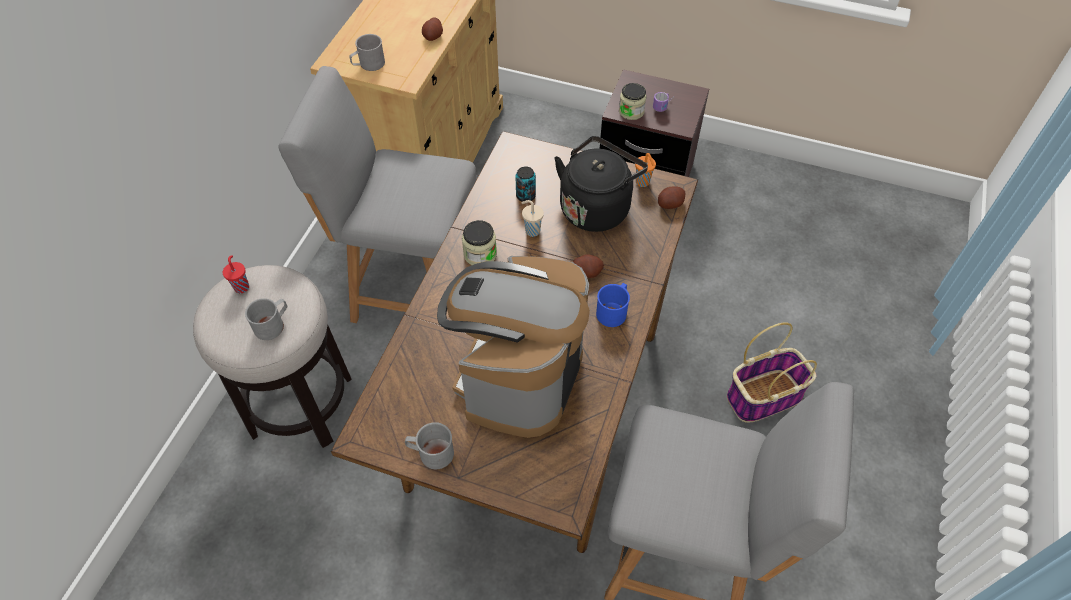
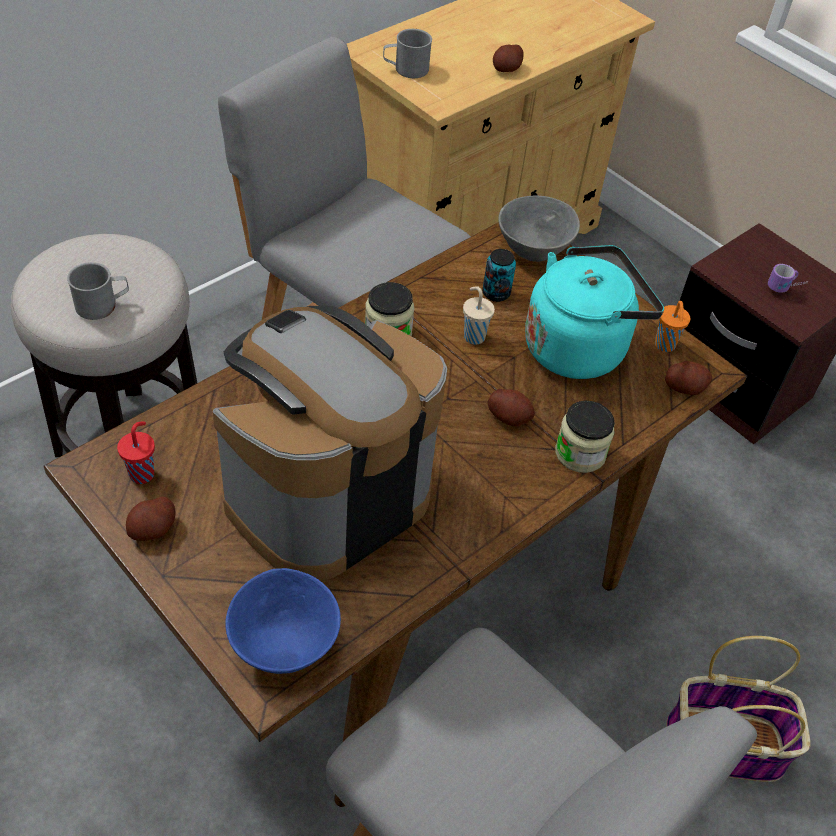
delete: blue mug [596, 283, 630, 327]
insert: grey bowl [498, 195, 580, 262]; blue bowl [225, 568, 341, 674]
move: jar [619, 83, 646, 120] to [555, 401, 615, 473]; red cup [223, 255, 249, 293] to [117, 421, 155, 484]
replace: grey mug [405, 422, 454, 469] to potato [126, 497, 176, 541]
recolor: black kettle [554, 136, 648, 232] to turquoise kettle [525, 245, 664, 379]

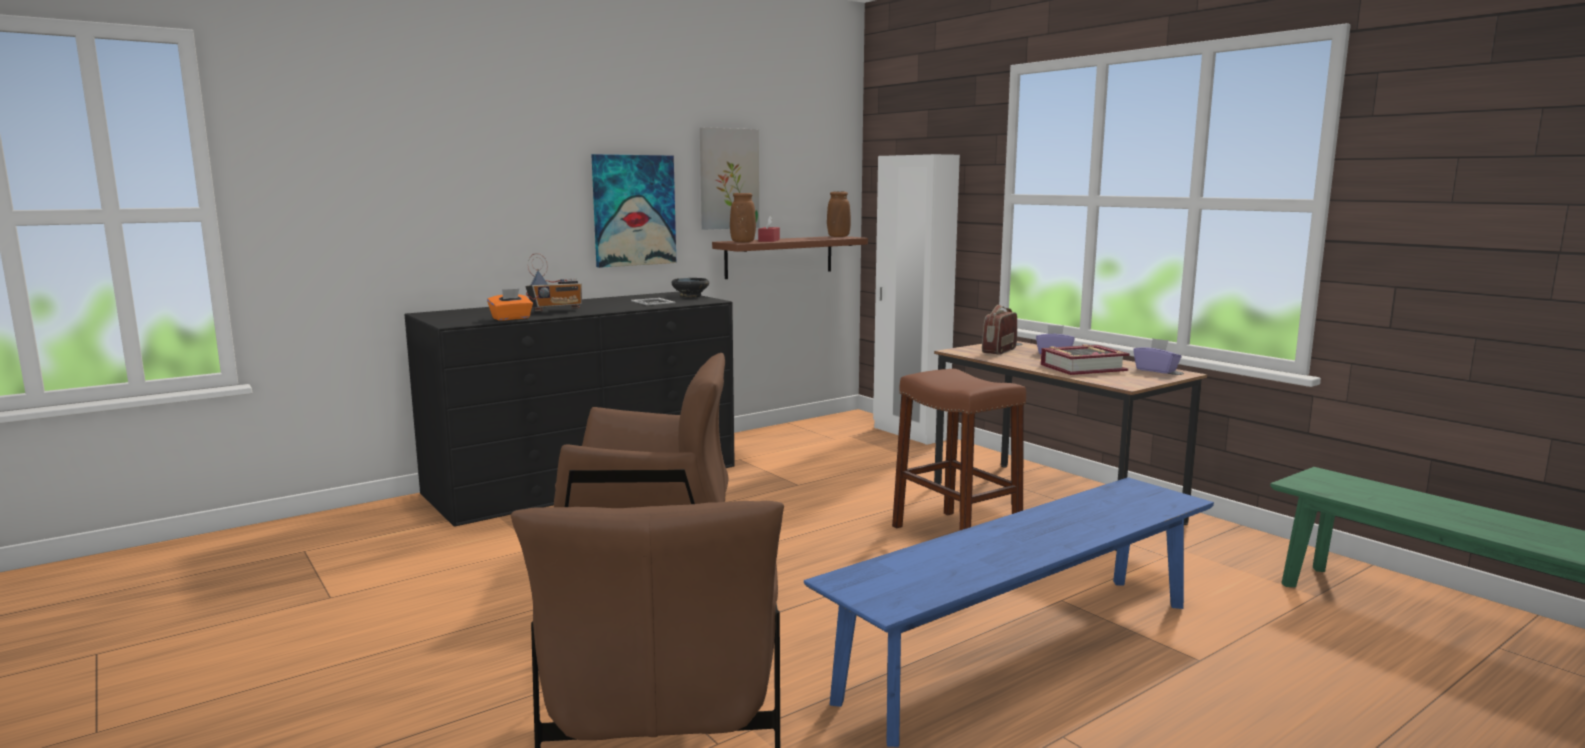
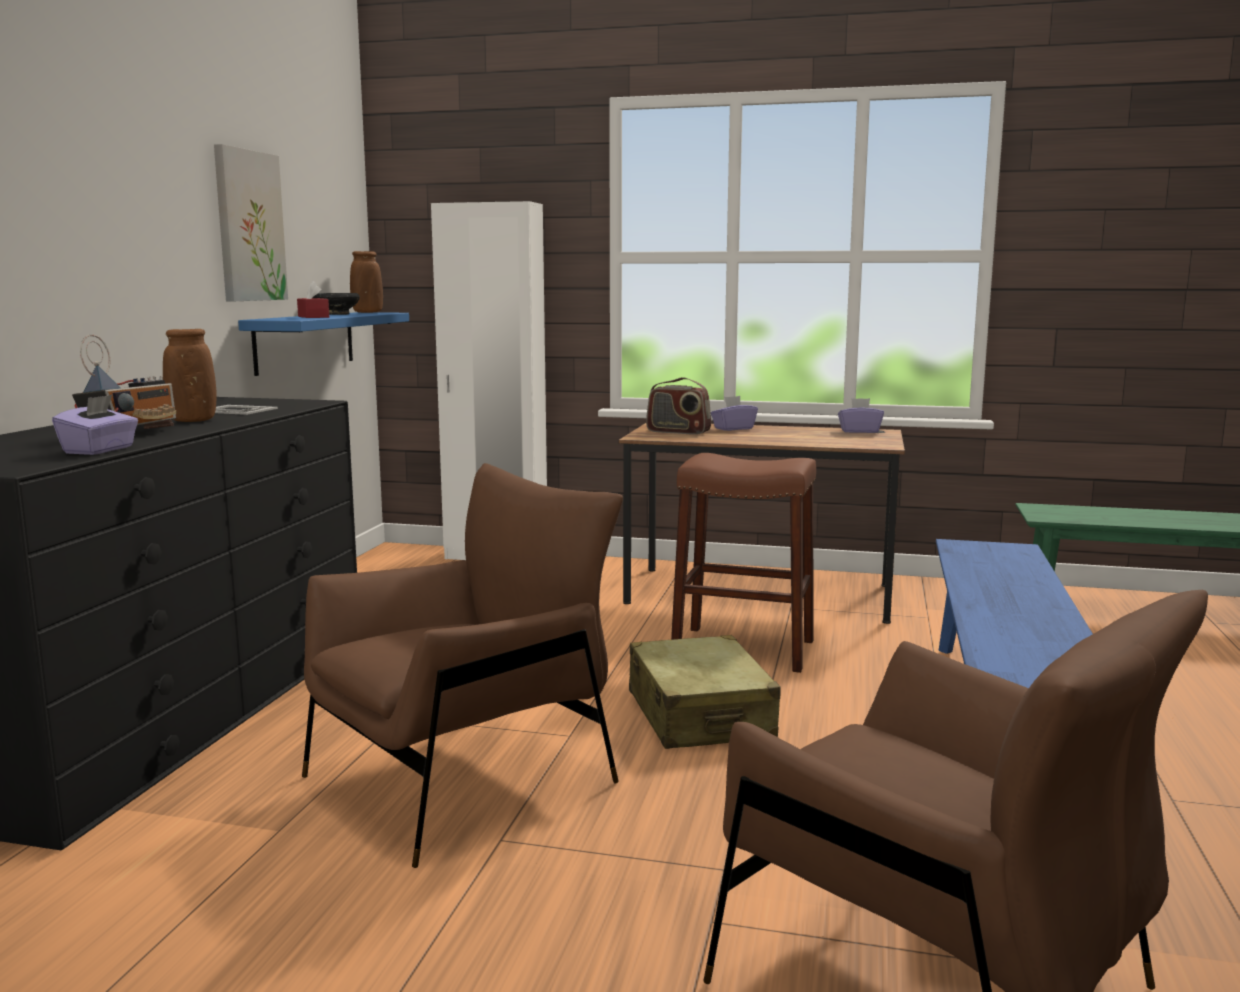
delete: picture [591, 154, 676, 268]; book [1041, 344, 1129, 375]
insert: beige suitcase [629, 635, 781, 749]
move: brown vase [730, 193, 756, 242] to [163, 329, 217, 422]; black bowl [672, 278, 709, 298] to [313, 293, 360, 315]
recolor: brown shelf [712, 236, 868, 279] to blue shelf [238, 312, 409, 376]; orange tissue box [487, 289, 533, 321] to purple tissue box [52, 395, 138, 455]
rotate: radio [982, 305, 1017, 355] = [646, 377, 711, 435] 60 degrees counterclockwise

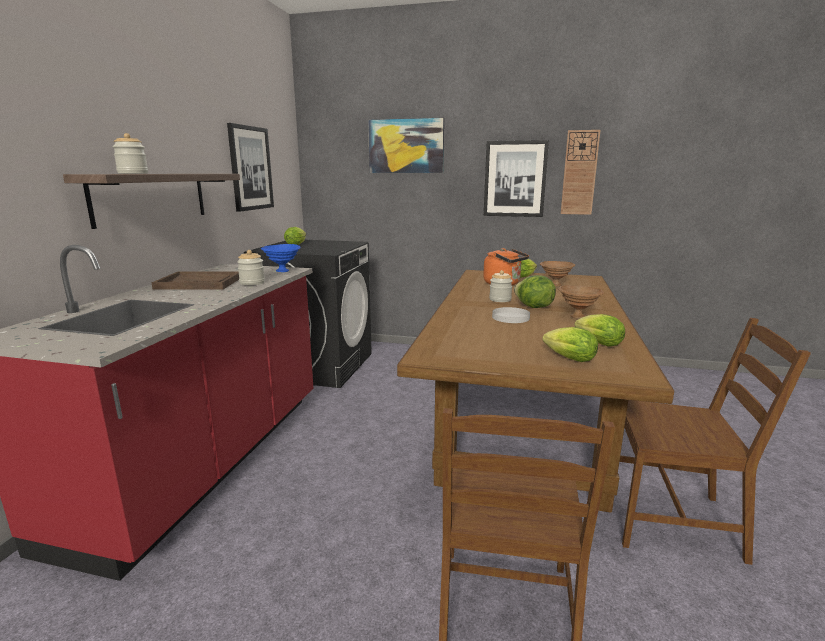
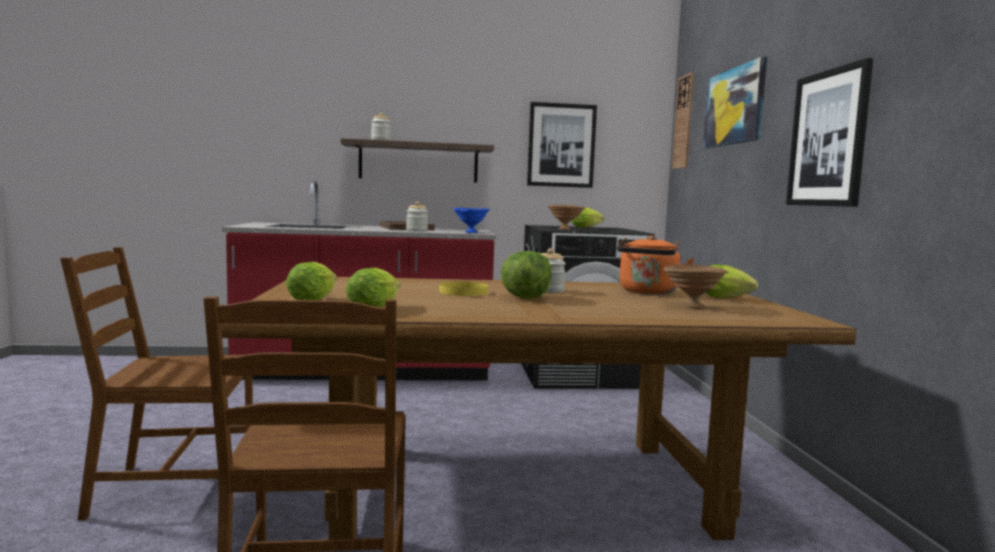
move: wall clock [561, 130, 600, 215] to [672, 72, 694, 169]; brown bowl [558, 285, 604, 318] to [547, 205, 586, 230]
recolor: white plate [492, 307, 530, 323] to yellow plate [439, 281, 488, 296]

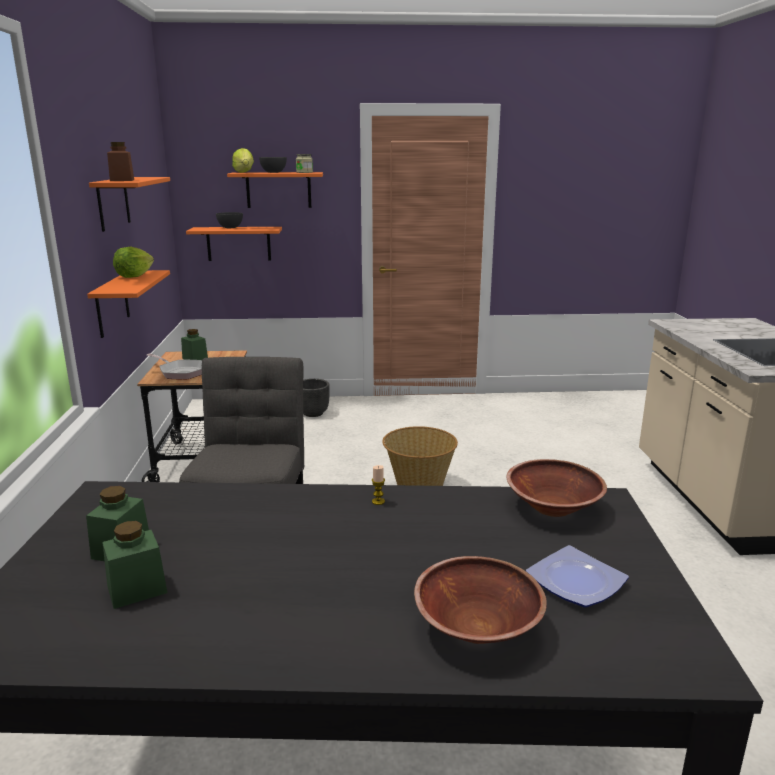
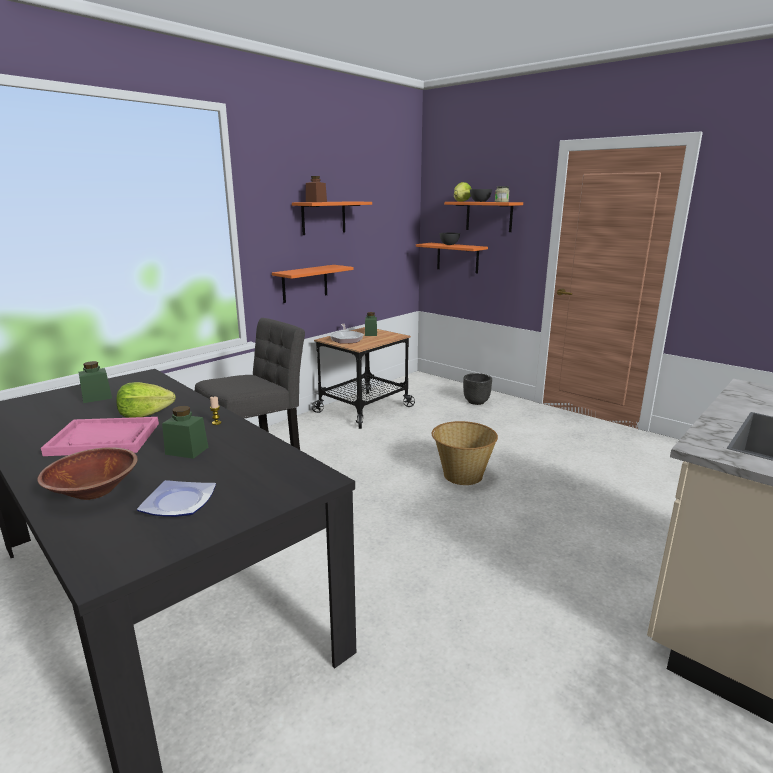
delete: brown bowl [506, 459, 607, 517]
insert: pink tray [41, 417, 159, 456]
move: lettuce [113, 246, 154, 278] to [116, 382, 176, 418]; green jar [102, 521, 168, 609] to [162, 406, 208, 459]

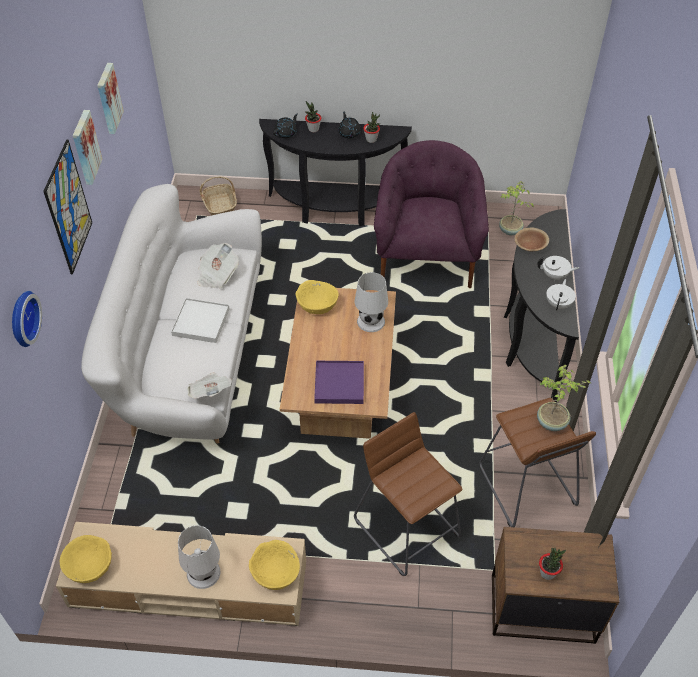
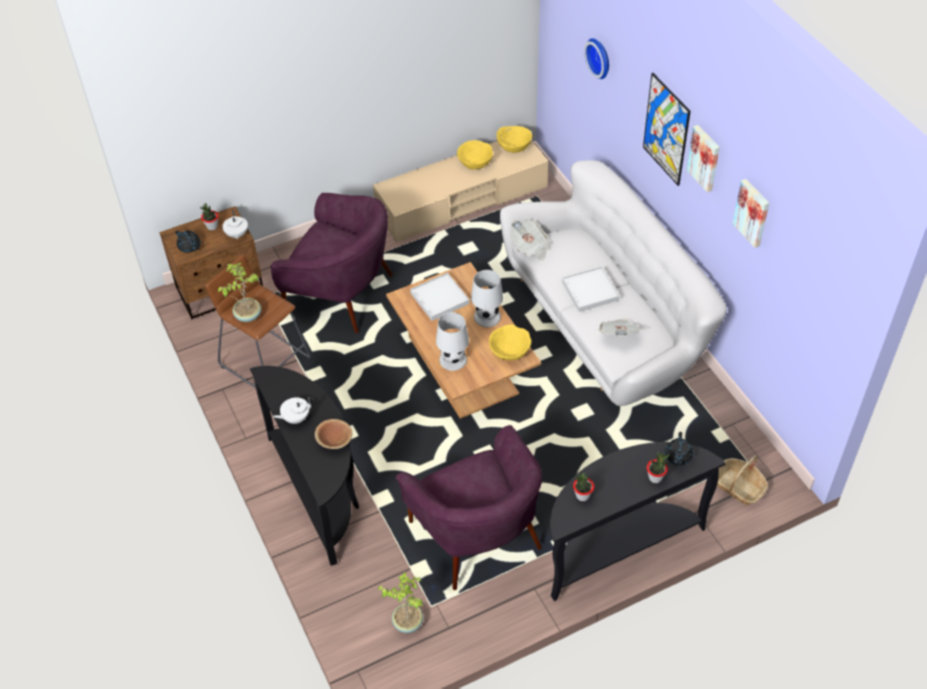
move: black teapot [338, 111, 361, 138] to [175, 230, 201, 253]; white teapot [546, 279, 576, 311] to [222, 210, 248, 240]; white table lamp [178, 525, 220, 589] to [471, 270, 503, 327]; yellow bowl [249, 540, 300, 590] to [457, 140, 493, 169]
replace: brown stool [354, 412, 463, 576] to purple armchair [270, 193, 393, 333]
recolor: purple tray [314, 361, 364, 404] to white tray [410, 272, 469, 321]

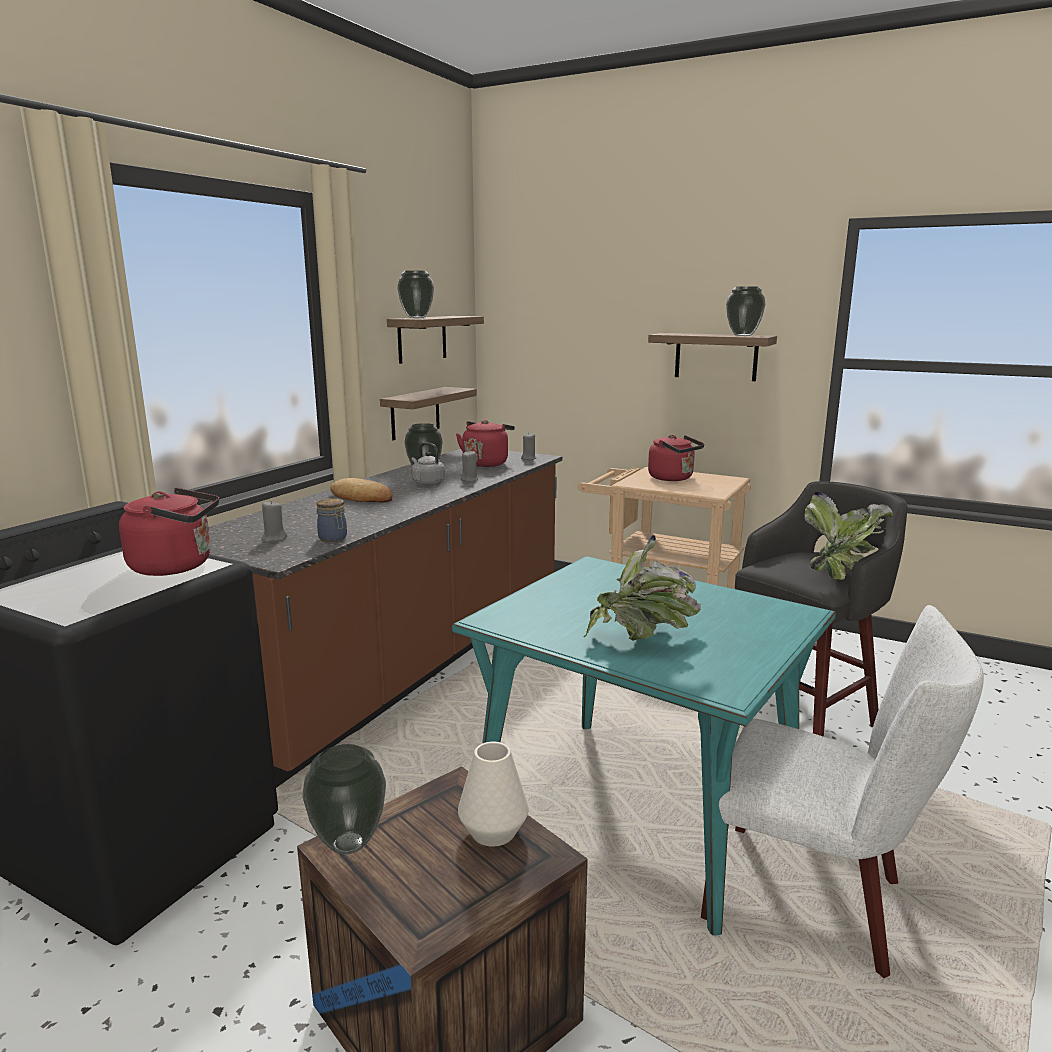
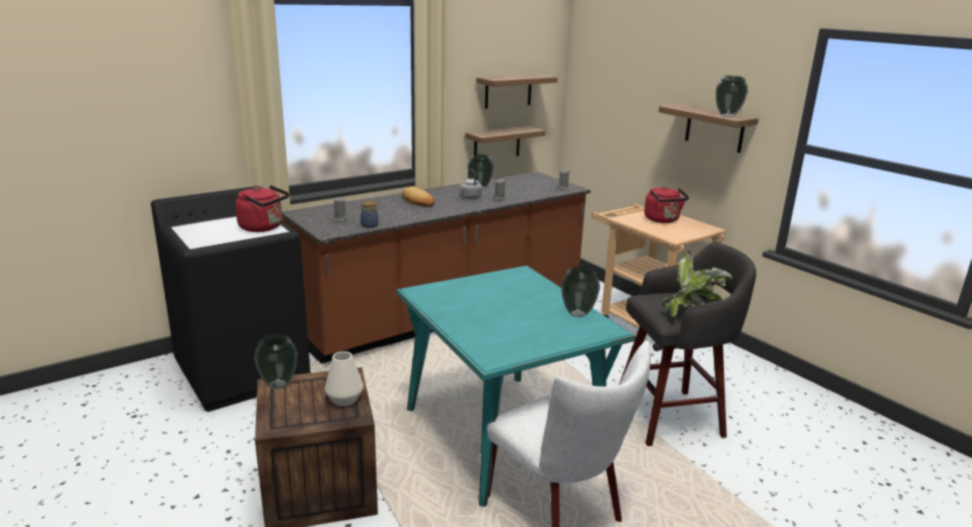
delete: red kettle [456, 420, 515, 467]; potted plant [584, 535, 701, 641]
move: vase [397, 270, 434, 318] to [561, 266, 600, 317]

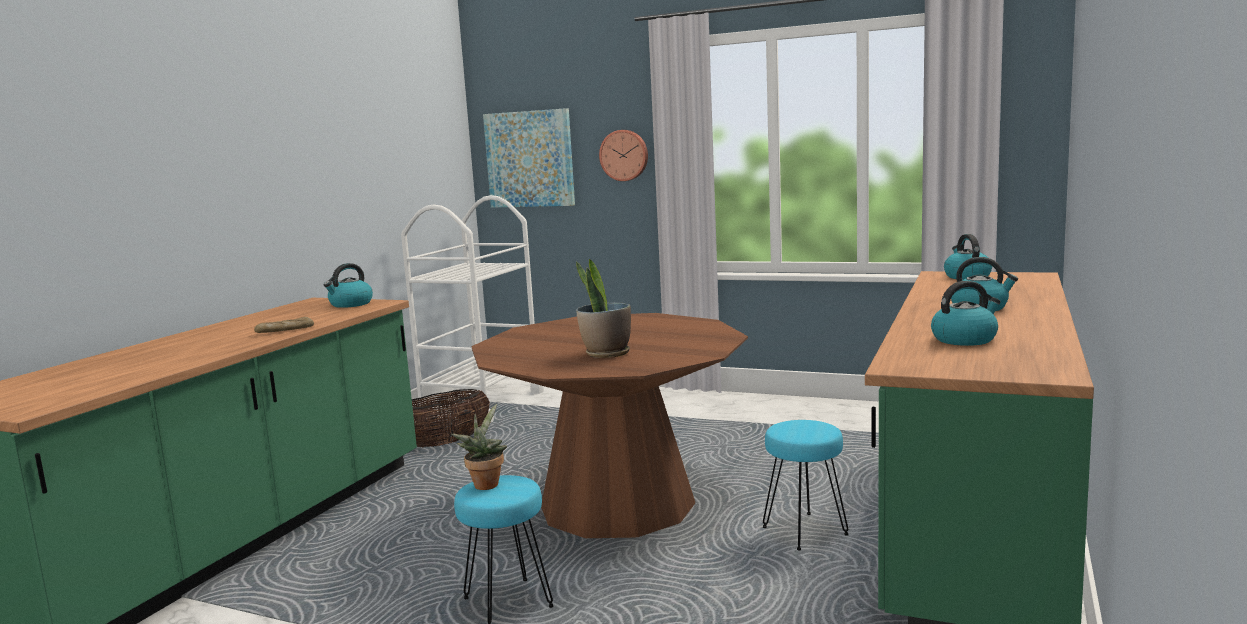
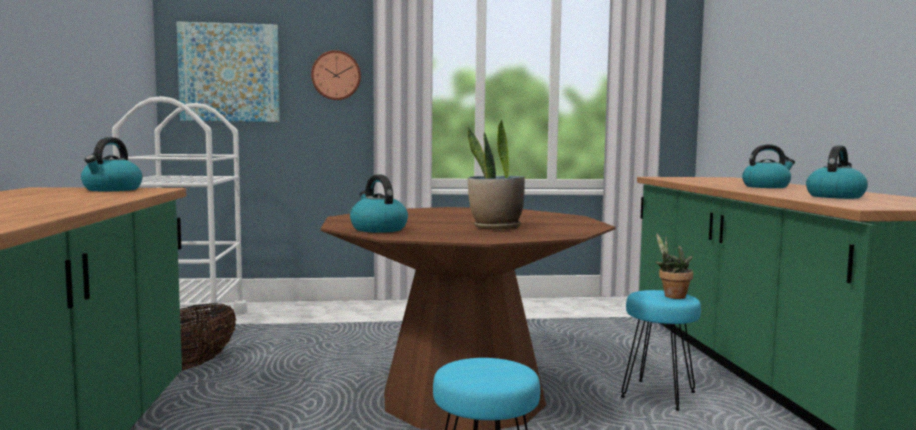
delete: bread [254, 317, 314, 333]
move: kettle [944, 234, 992, 280] to [350, 175, 408, 233]; potted plant [451, 404, 507, 490] to [656, 233, 693, 299]

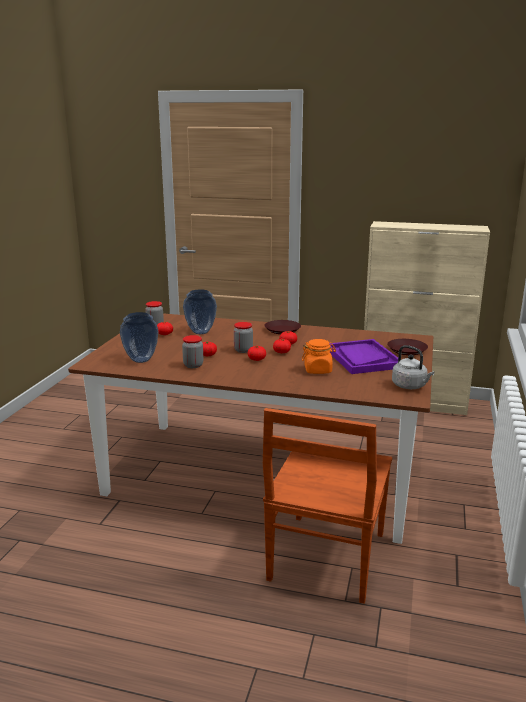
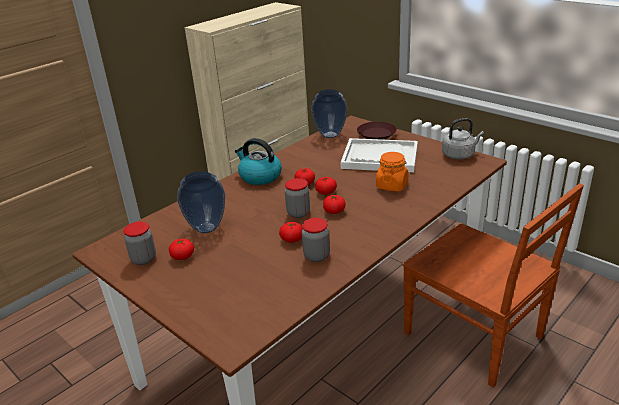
move: vase [120, 312, 158, 363] to [311, 89, 348, 138]
replace: brown plate [264, 320, 301, 334] to kettle [235, 138, 282, 185]
recolor: purple tray [330, 339, 398, 374] to white tray [341, 138, 418, 172]

